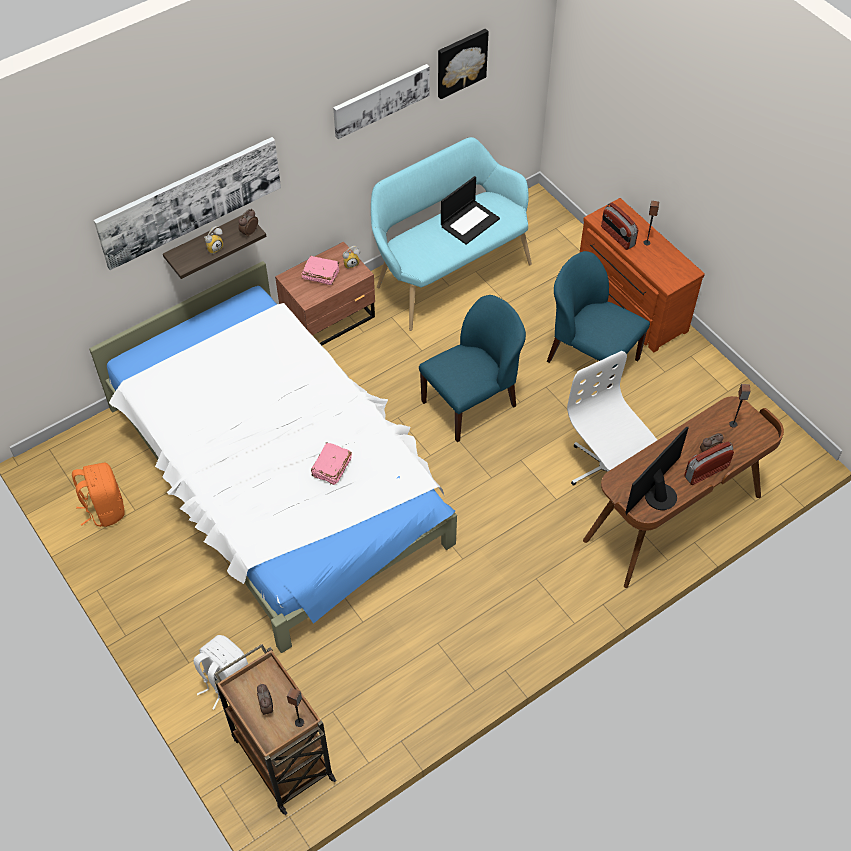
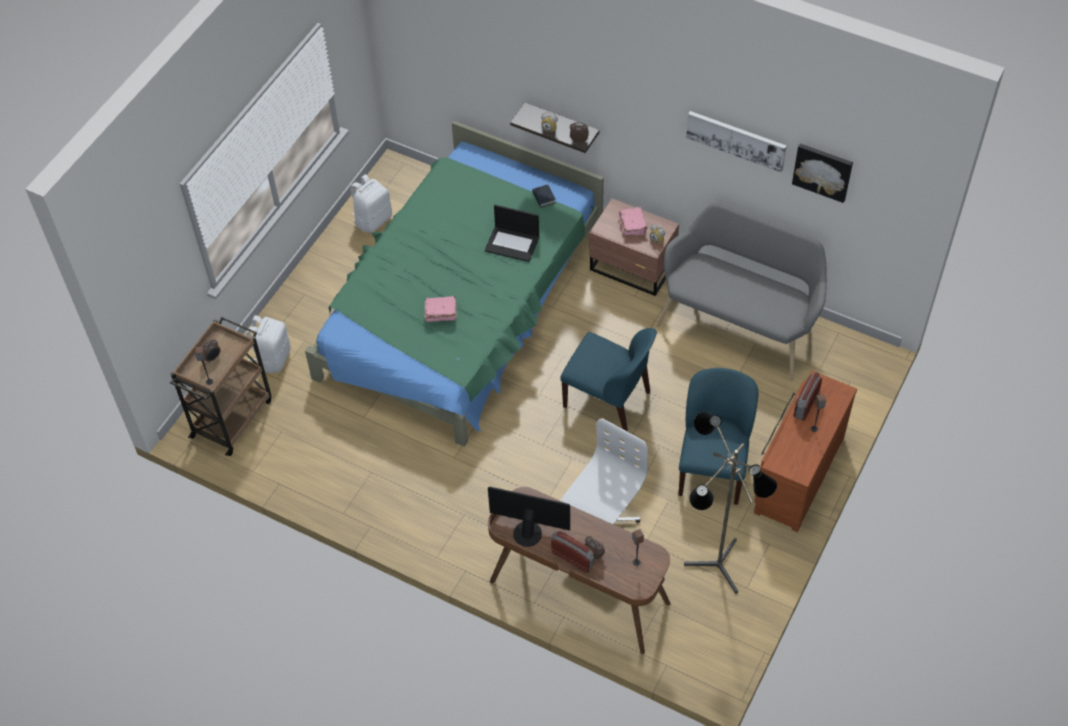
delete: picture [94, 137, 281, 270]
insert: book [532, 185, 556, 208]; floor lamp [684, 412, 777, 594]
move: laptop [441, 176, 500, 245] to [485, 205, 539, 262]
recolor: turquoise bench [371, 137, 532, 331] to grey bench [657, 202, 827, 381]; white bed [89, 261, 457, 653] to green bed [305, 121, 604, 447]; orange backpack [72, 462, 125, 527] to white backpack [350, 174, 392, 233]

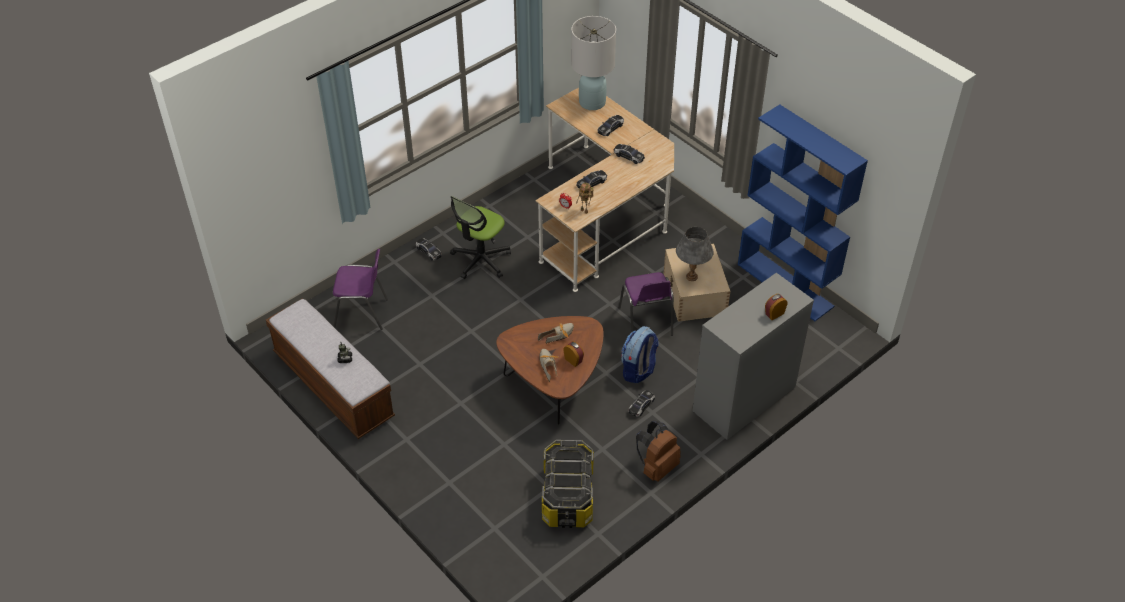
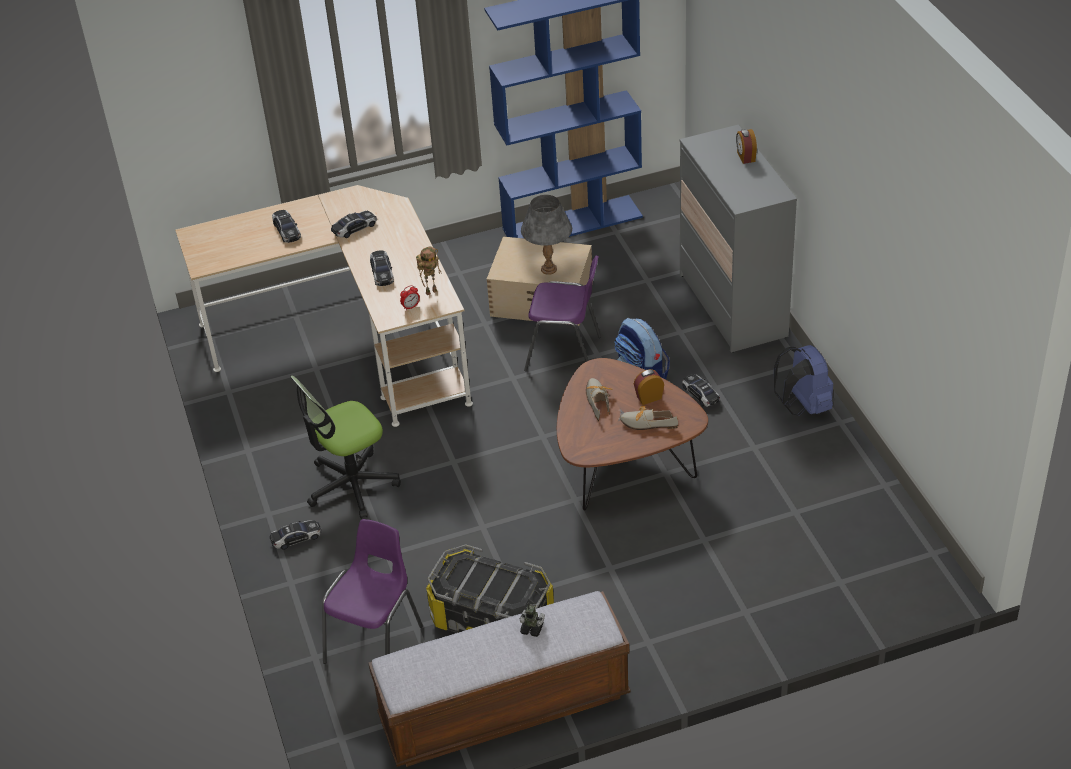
delete: white table lamp [571, 16, 616, 110]
move: storage box [542, 440, 594, 528] to [426, 545, 554, 633]
recolor: brown backpack [636, 421, 681, 482] to blue backpack [774, 345, 833, 416]
rotate: office chair [450, 196, 511, 279] = [290, 375, 401, 519] 90 degrees clockwise

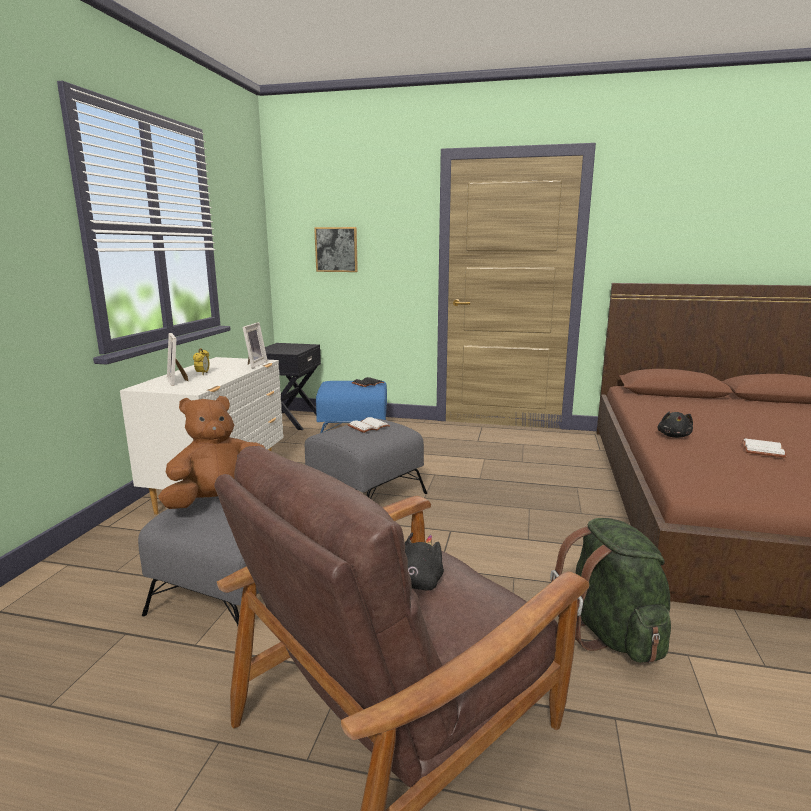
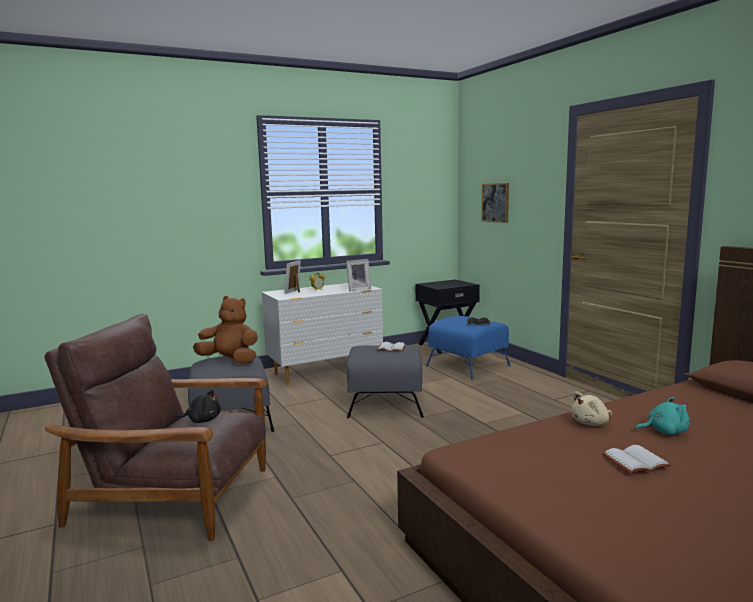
delete: green backpack [550, 518, 671, 663]
insert: turquoise plush toy [635, 397, 690, 435]
recolor: black plush toy [658, 412, 693, 438] to beige plush toy [571, 391, 612, 426]

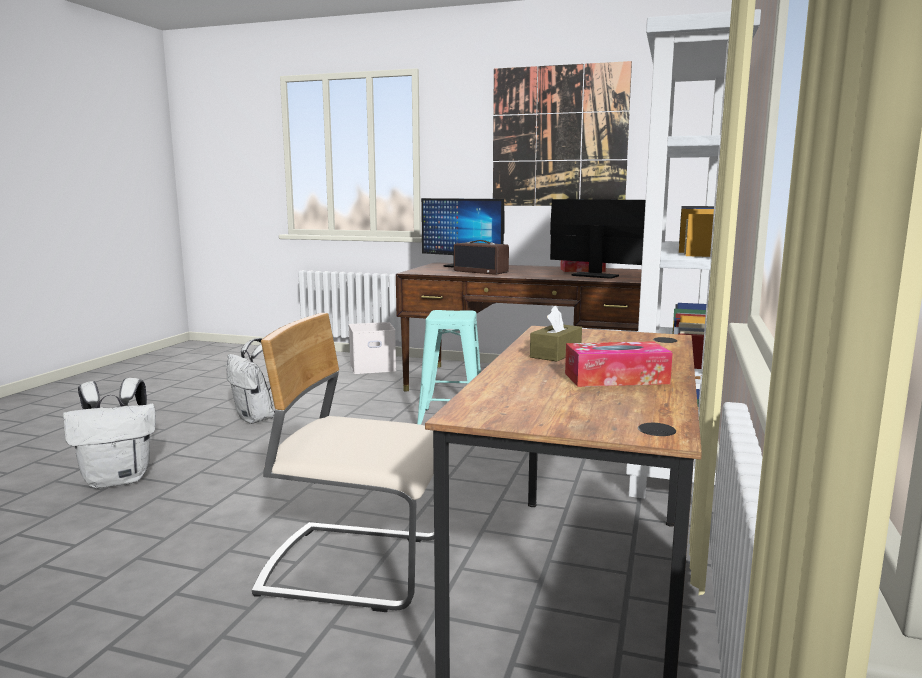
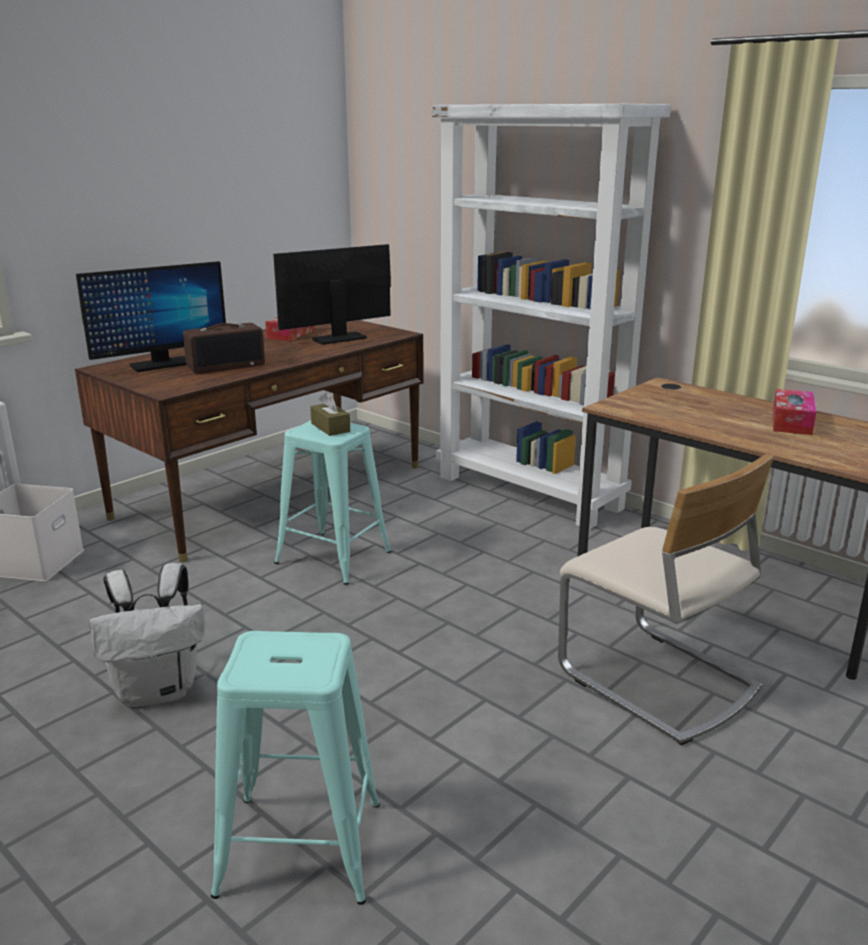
delete: picture [493, 61, 632, 206]
move: brown tissue box [530, 306, 582, 361] to [310, 392, 350, 436]
replace: white backpack [63, 378, 156, 489] to turquoise stool [211, 631, 380, 905]
rotate: beige chair [252, 313, 434, 612] = [558, 454, 774, 745] 75 degrees counterclockwise

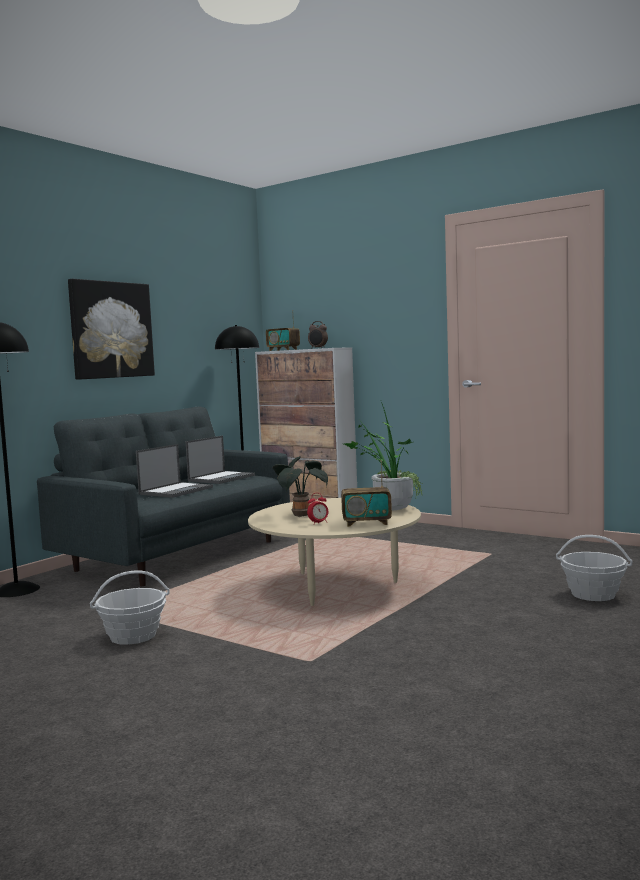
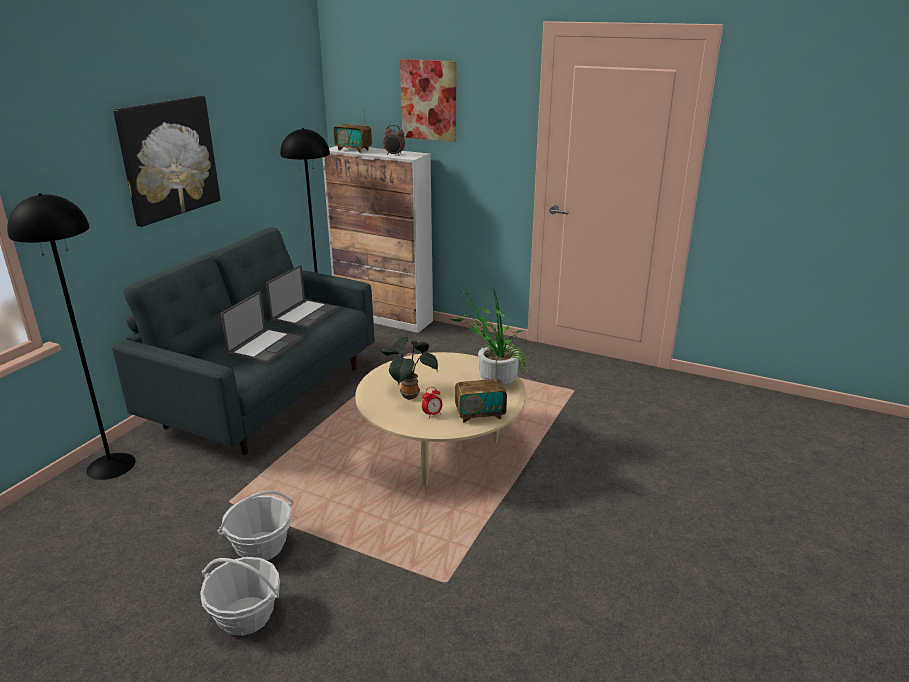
insert: picture [400, 59, 456, 142]
move: basket [556, 535, 632, 601] to [200, 557, 280, 636]

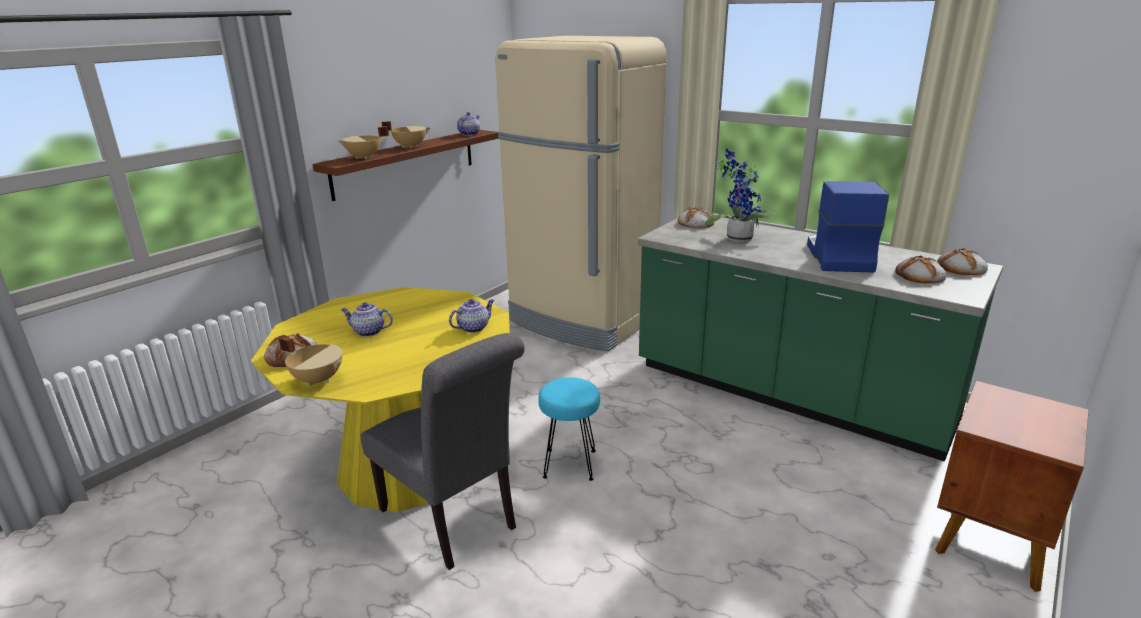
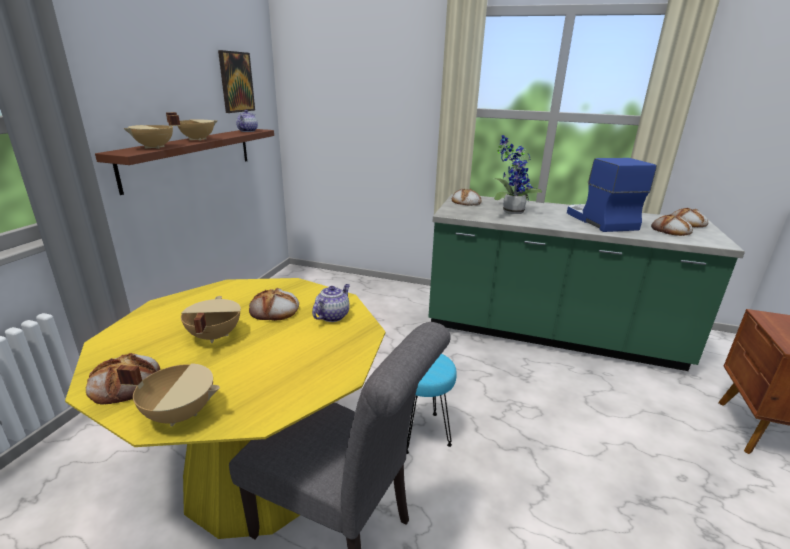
delete: beige fridge [495, 36, 667, 351]
insert: picture [218, 50, 255, 113]; bread [249, 288, 299, 321]
replace: teapot [341, 302, 393, 337] to beige cooking pot [181, 296, 241, 343]

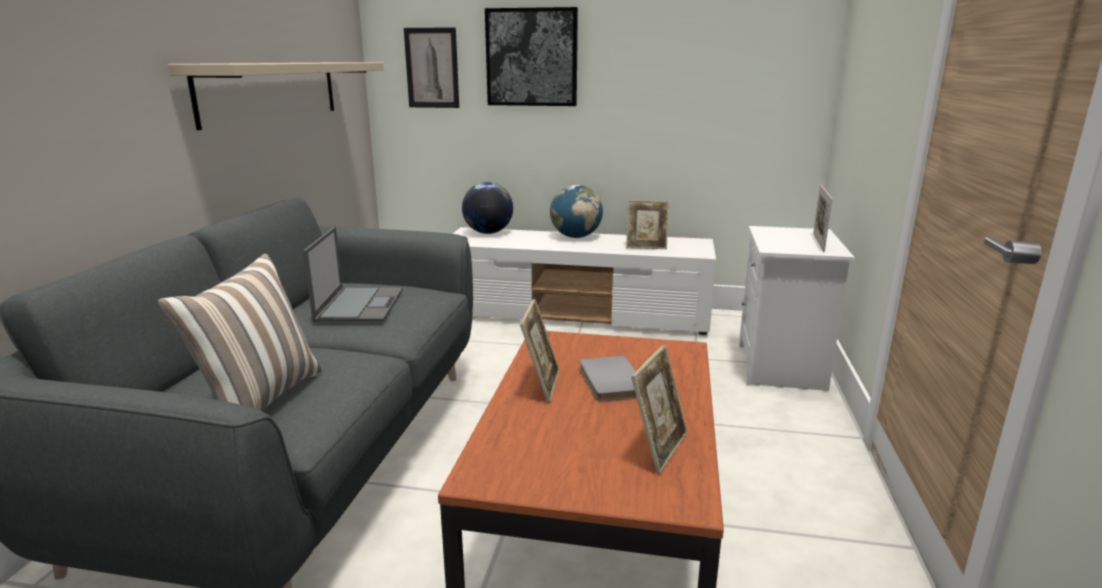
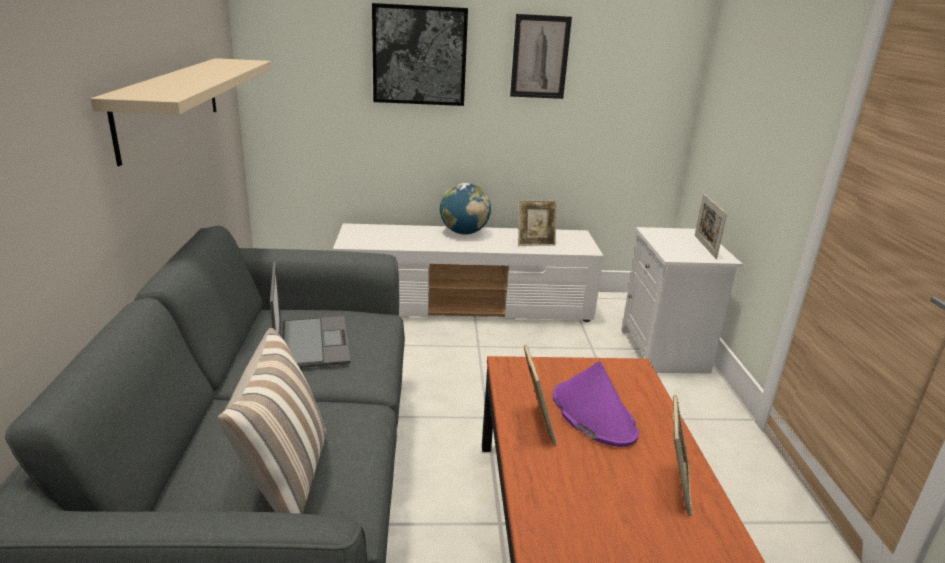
delete: globe [462, 182, 513, 234]
move: picture [404, 27, 459, 108] to [510, 14, 572, 99]
replace: grey book [579, 356, 637, 402] to purple hat [553, 361, 639, 447]

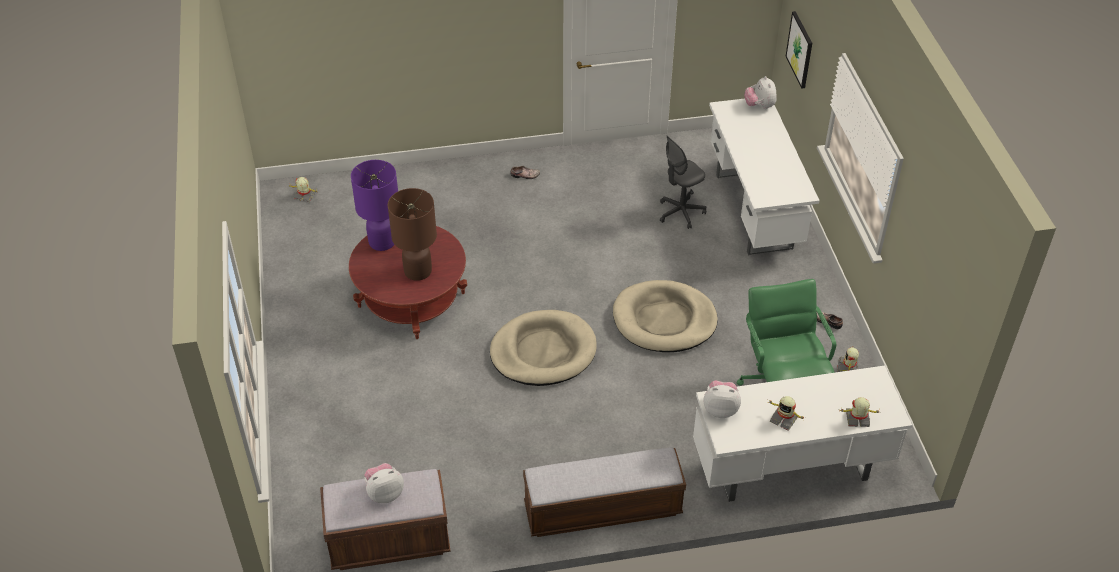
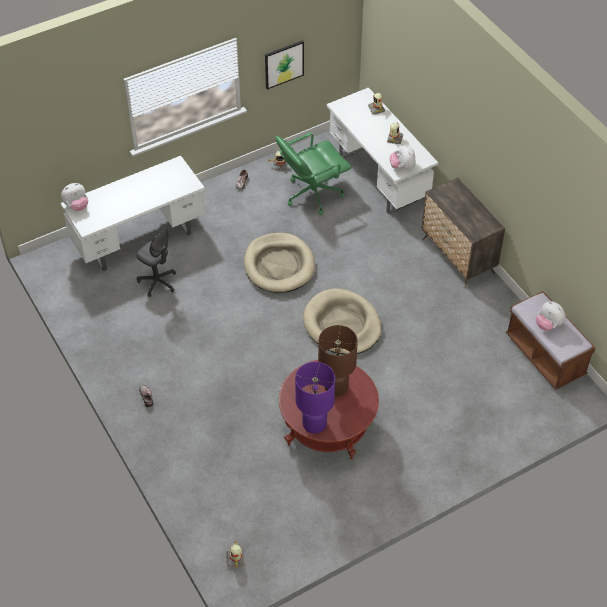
move: picture [786, 11, 812, 89] to [265, 40, 304, 90]
replace: bench [523, 447, 686, 537] to dresser [422, 177, 505, 289]

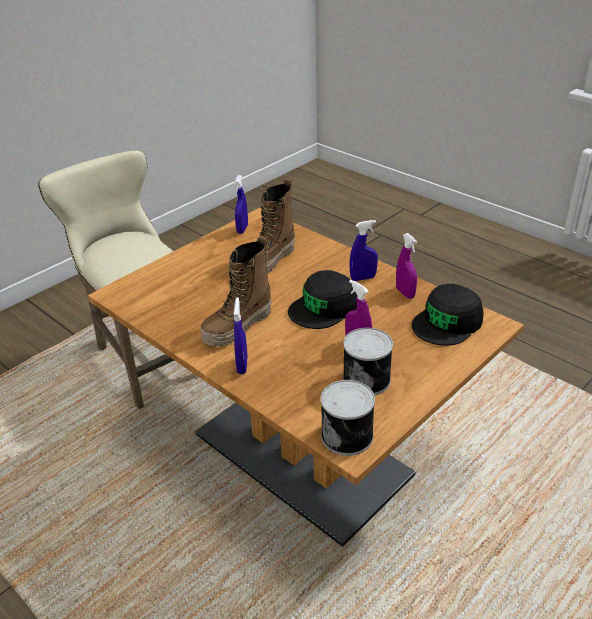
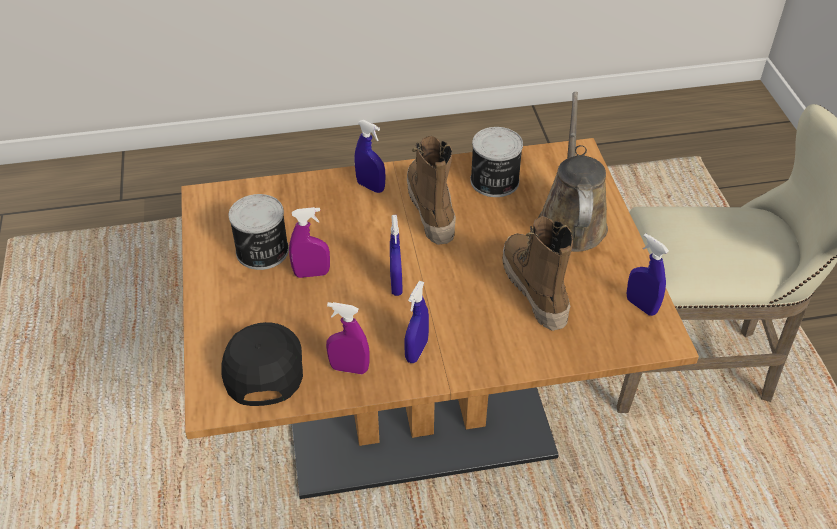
insert: brown watering can [538, 92, 608, 252]
move: can [321, 380, 375, 456] to [470, 127, 523, 197]
replace: black cap [288, 270, 358, 329] to blue spray bottle [390, 215, 403, 296]

